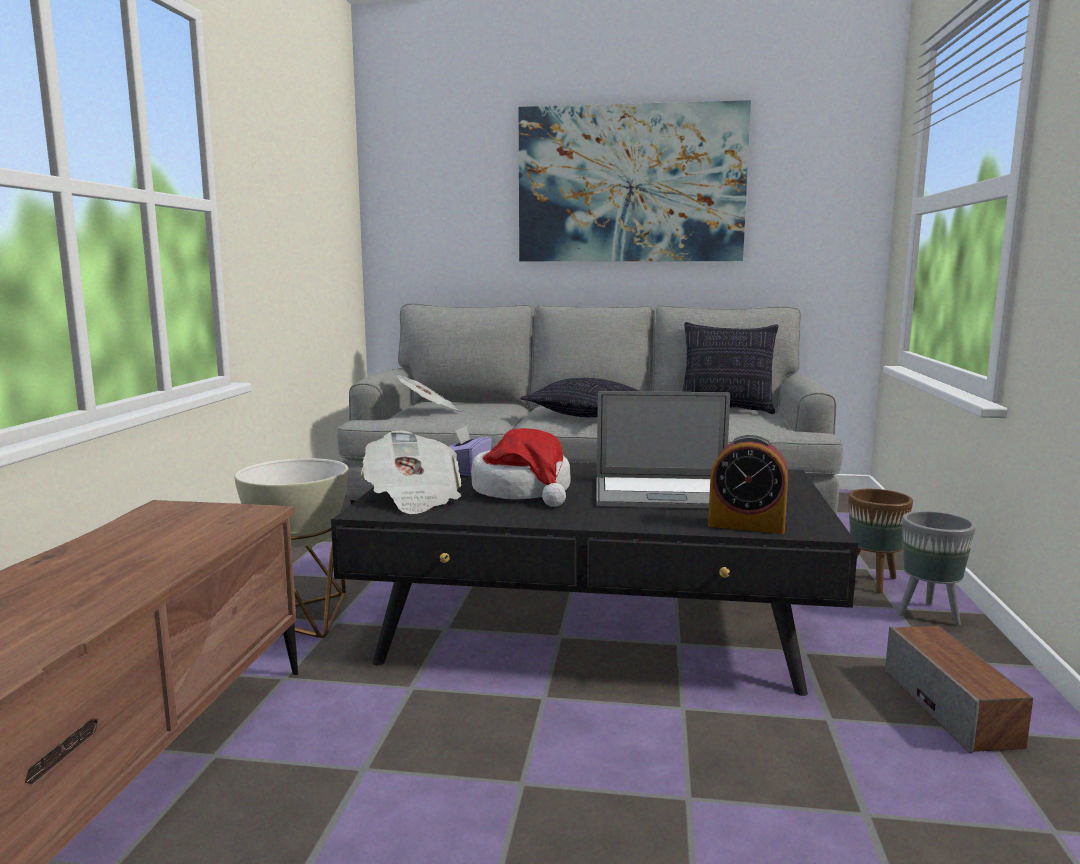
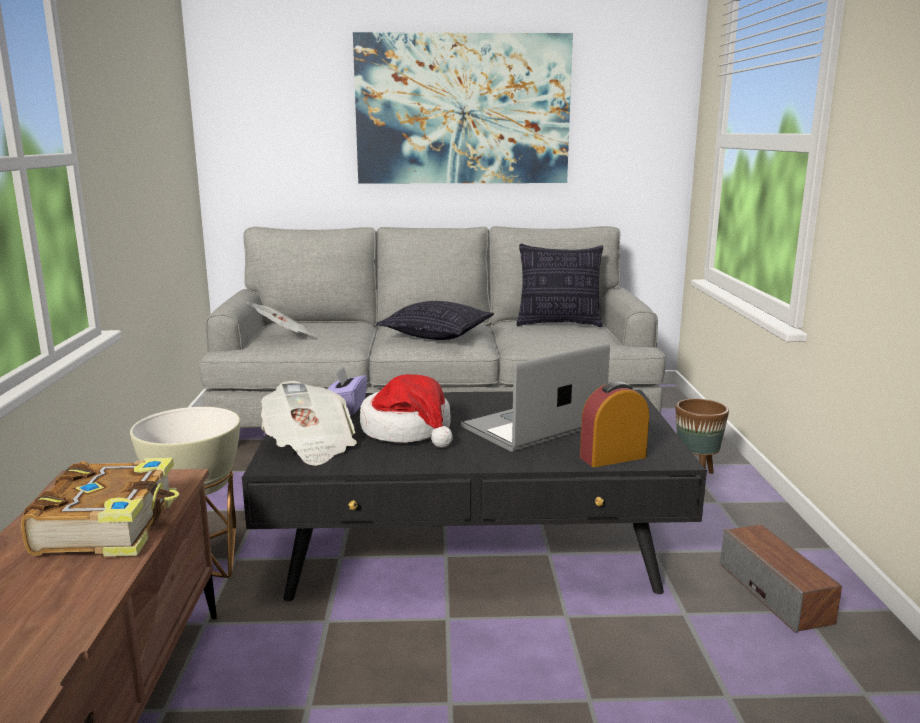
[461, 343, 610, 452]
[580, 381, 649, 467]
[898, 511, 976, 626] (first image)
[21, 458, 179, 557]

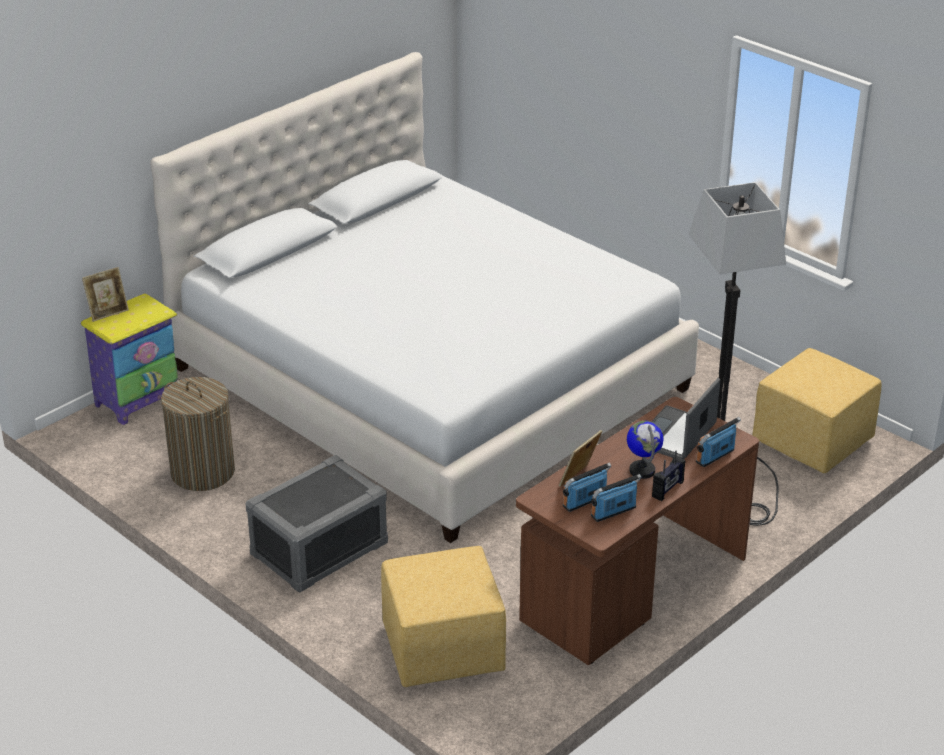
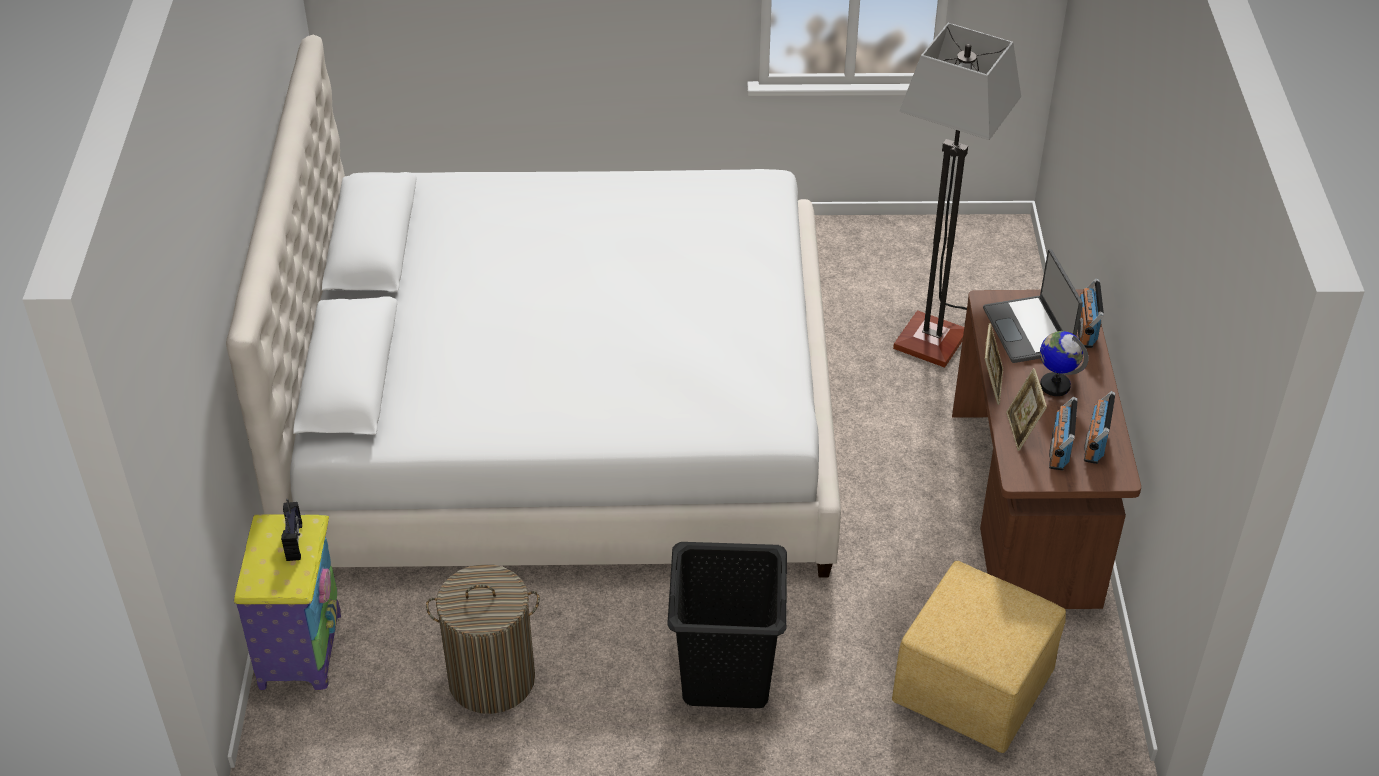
[984, 323, 1004, 405]
[752, 348, 881, 473] (first image)
[281, 499, 302, 561]
[667, 542, 787, 708]

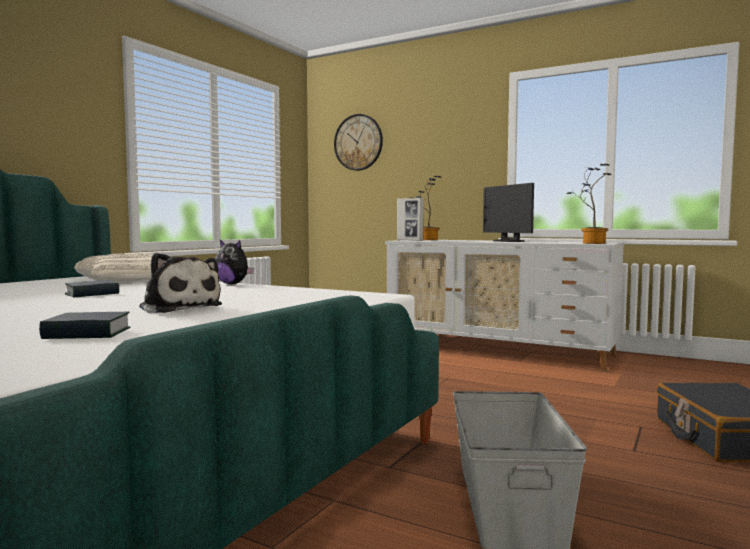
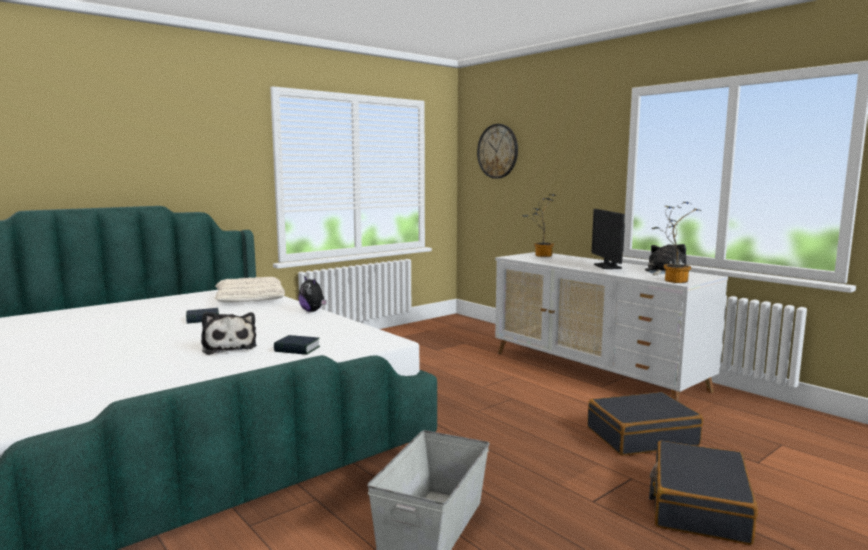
[397, 198, 424, 241] (first image)
[274, 335, 320, 355]
[645, 244, 686, 276]
[587, 392, 703, 456]

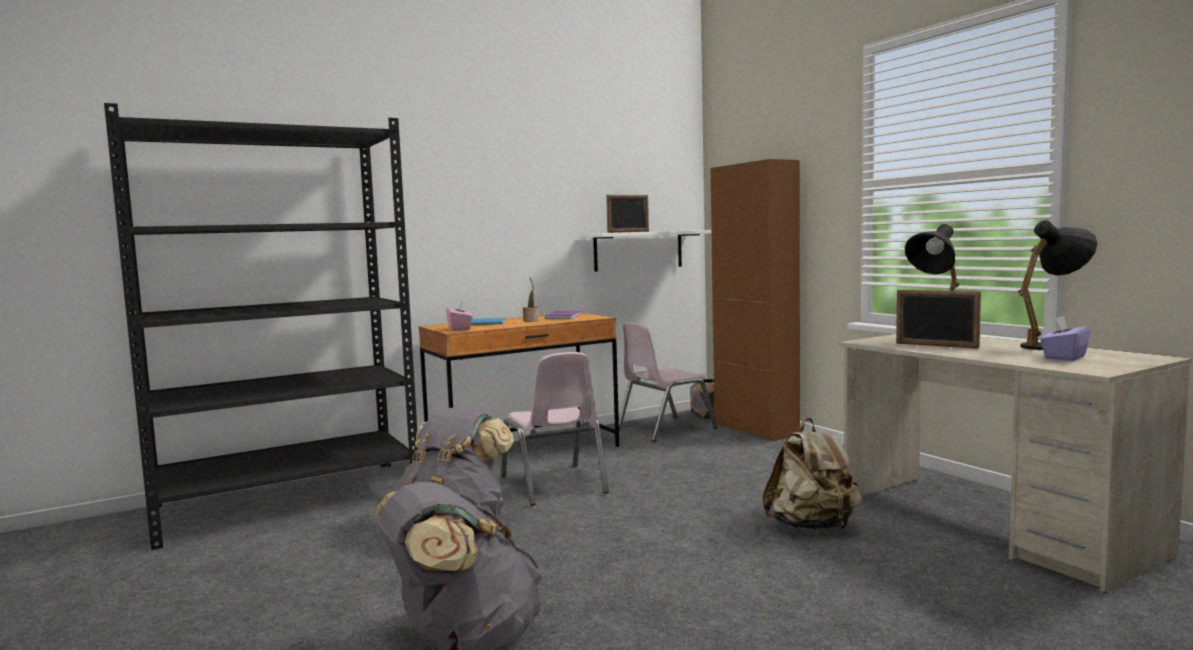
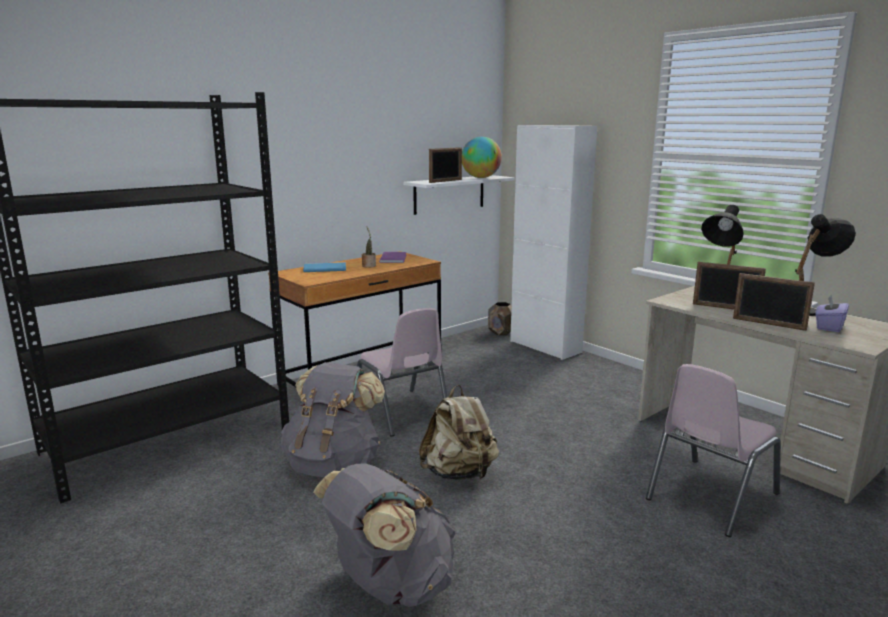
[510, 125, 597, 360]
[446, 301, 473, 331] (first image)
[646, 364, 781, 537]
[419, 385, 499, 480]
[462, 137, 502, 178]
[733, 273, 815, 331]

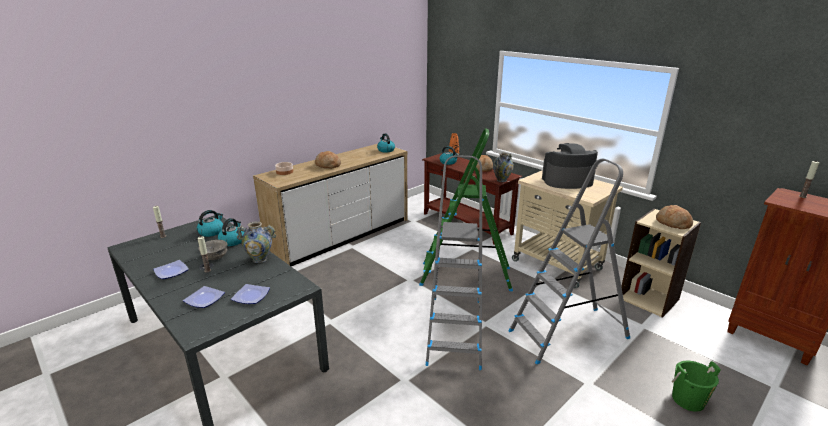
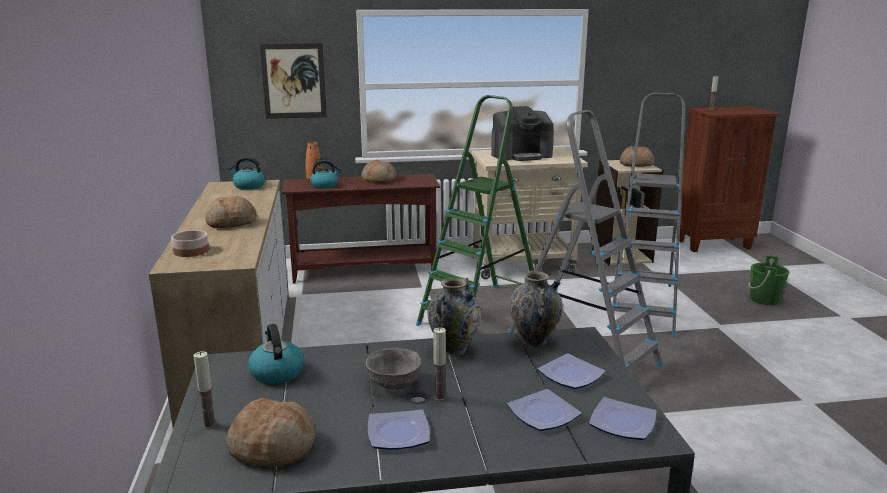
[491, 106, 554, 161]
[510, 270, 563, 347]
[218, 218, 245, 246] (first image)
[259, 43, 327, 119]
[589, 397, 657, 440]
[226, 398, 316, 466]

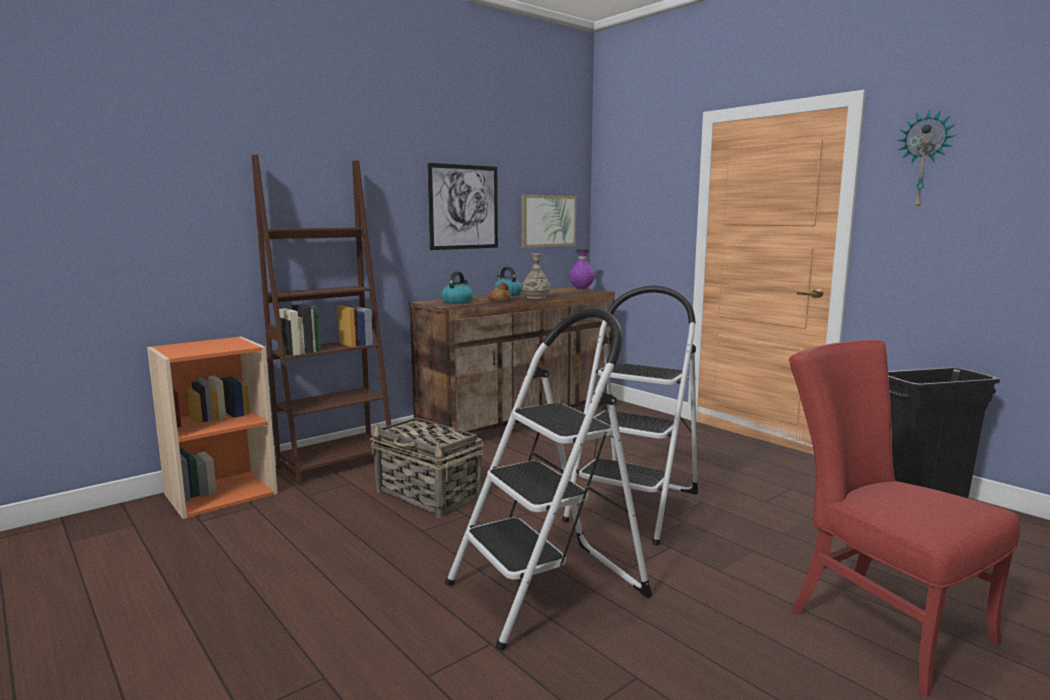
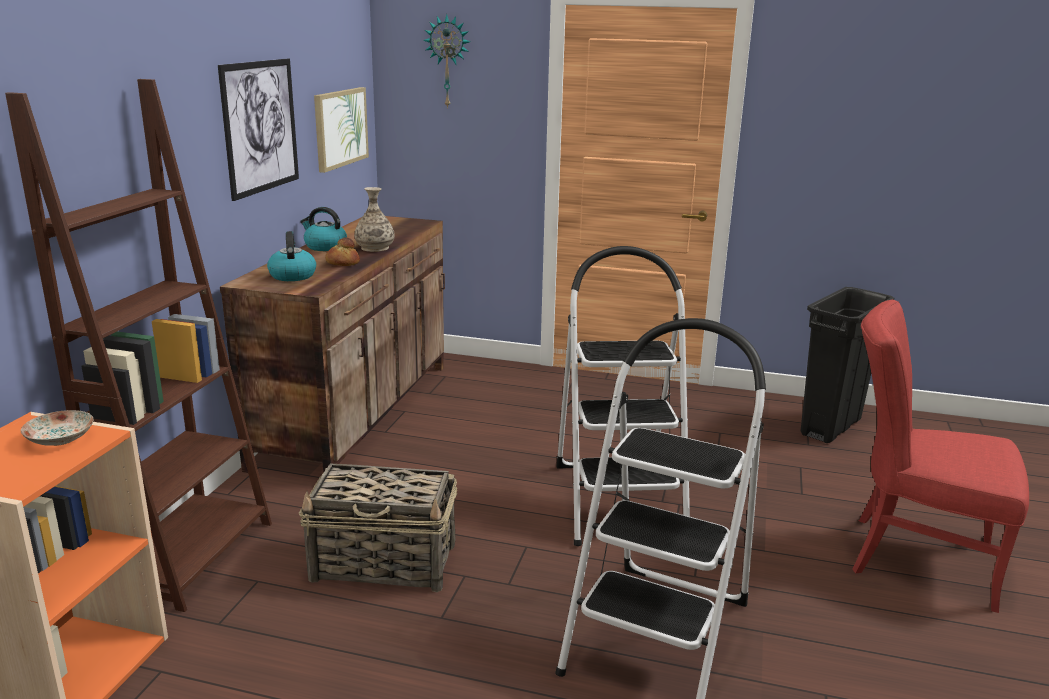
[423, 14, 470, 109]
[569, 249, 595, 289] (first image)
[21, 410, 94, 446]

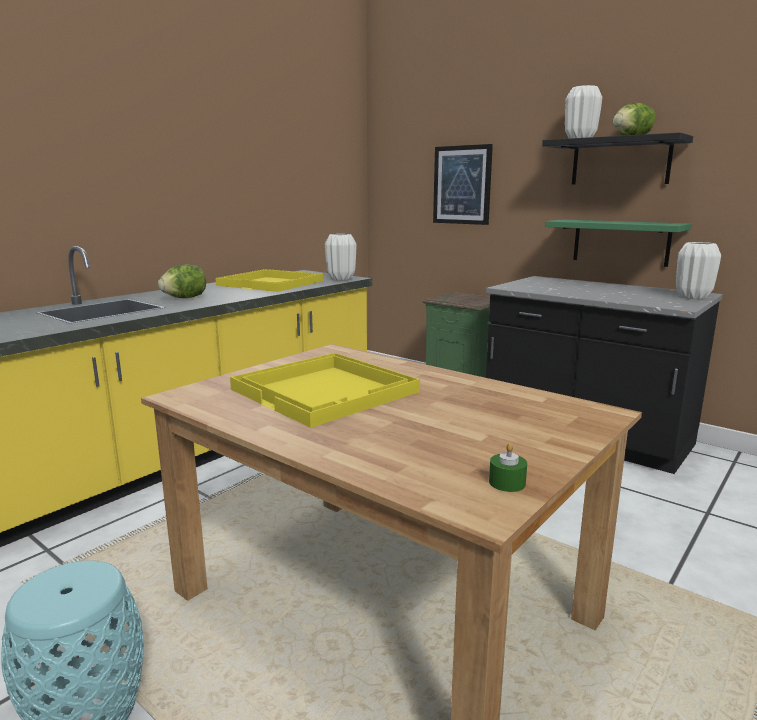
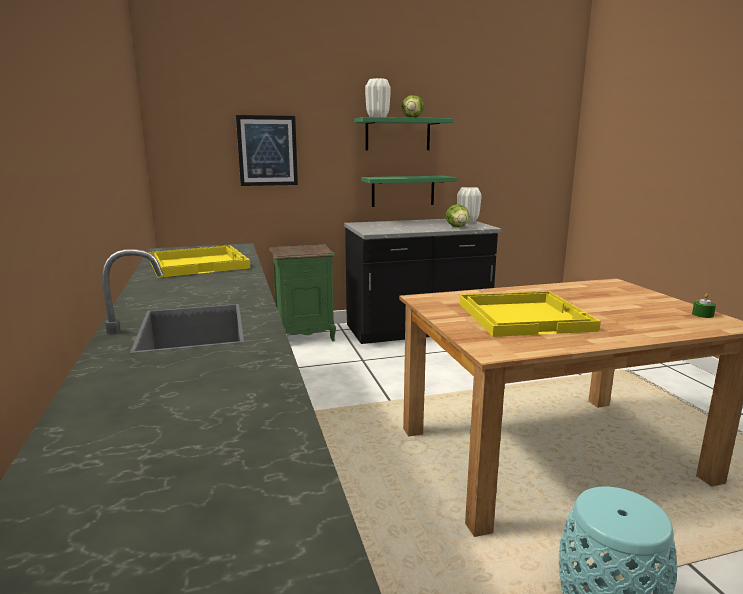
[354, 117, 454, 151]
[325, 234, 356, 281] (first image)
[446, 204, 469, 227]

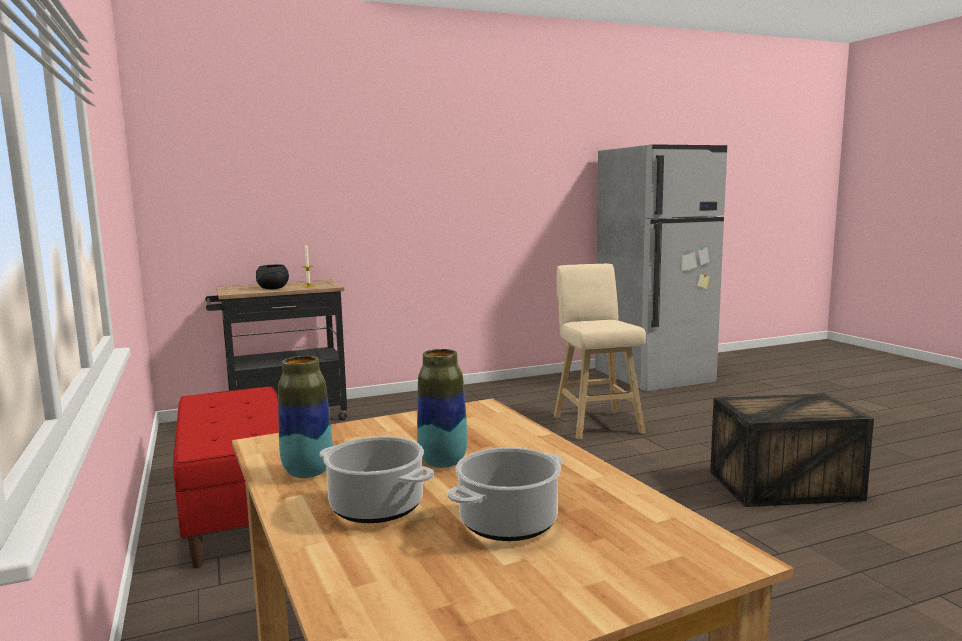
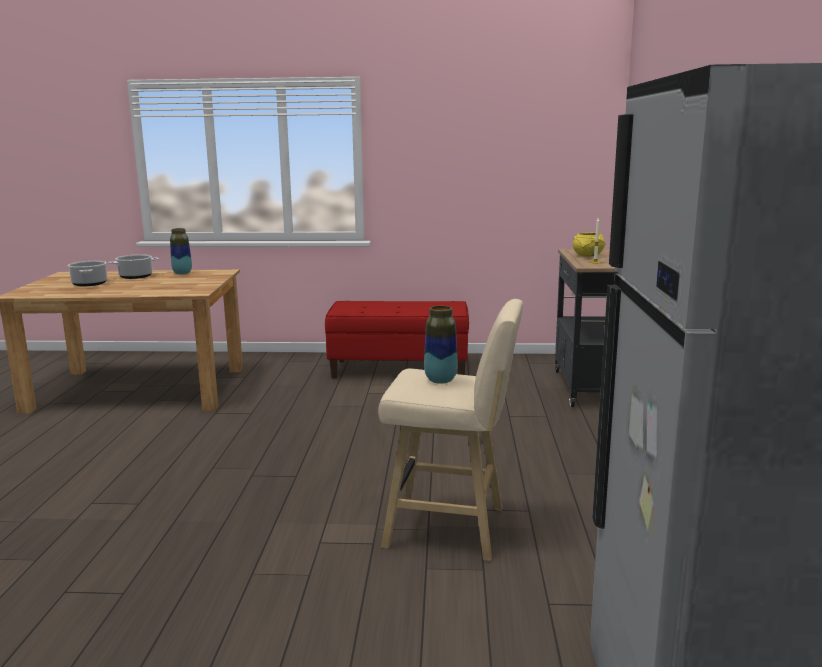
[573, 233, 606, 257]
[424, 306, 457, 384]
[710, 393, 874, 507] (first image)

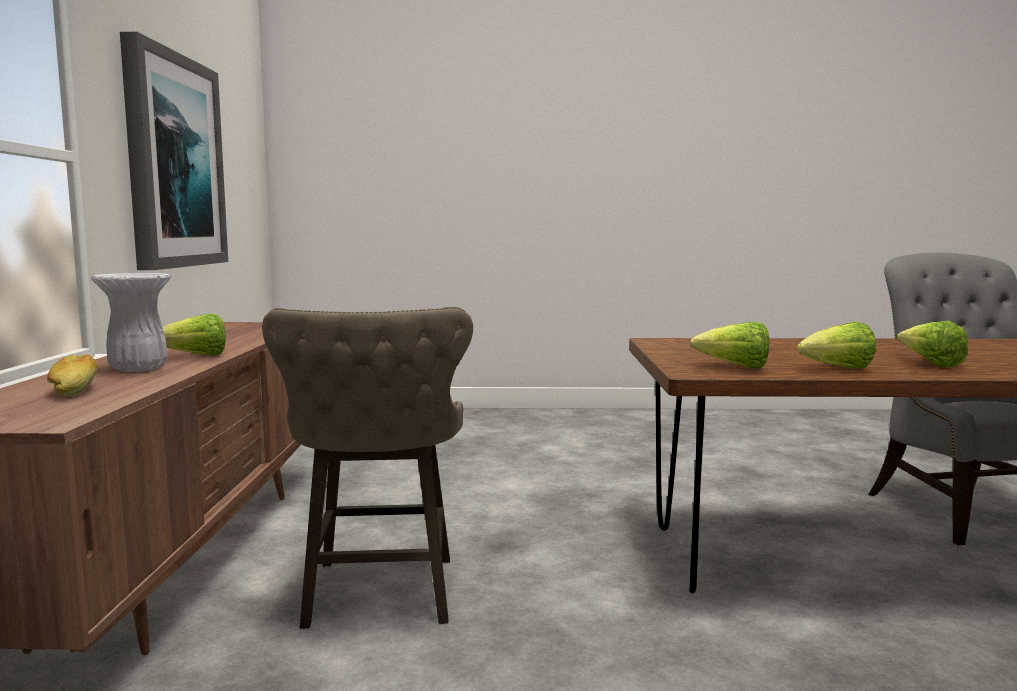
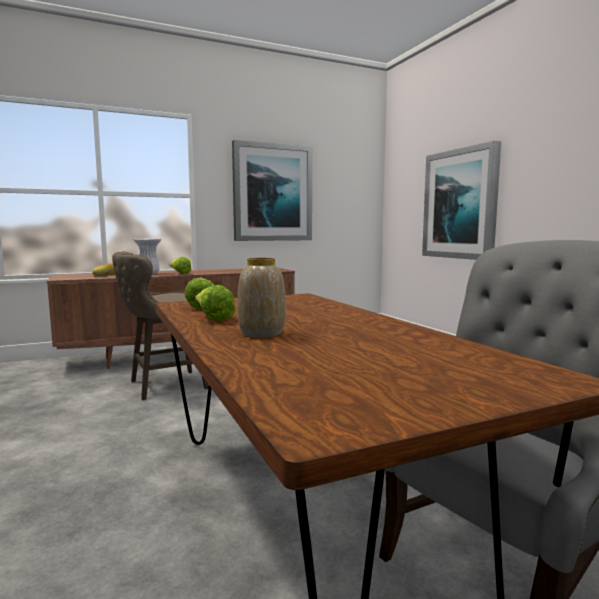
[237, 258, 286, 338]
[422, 141, 501, 260]

